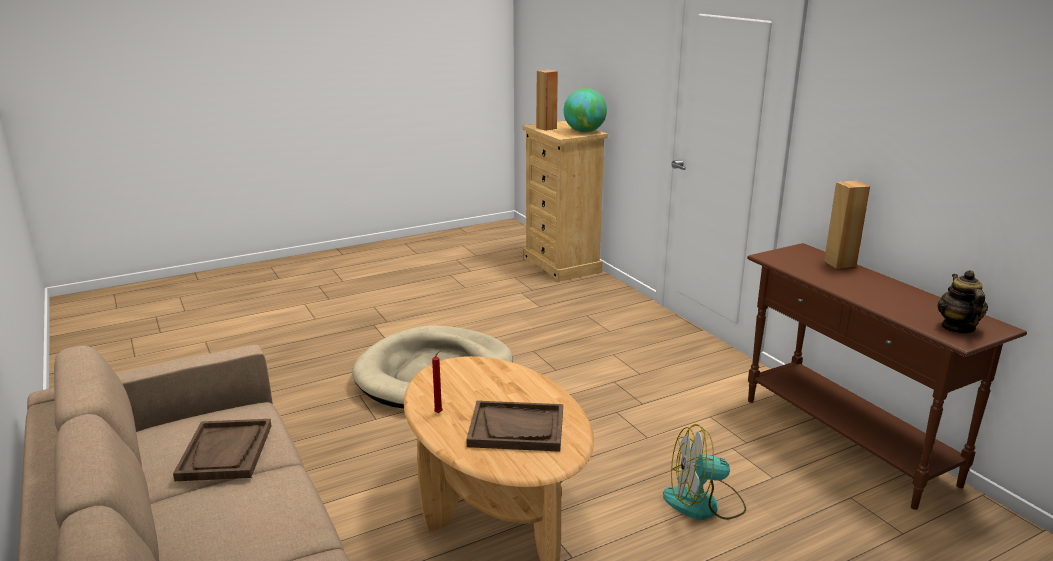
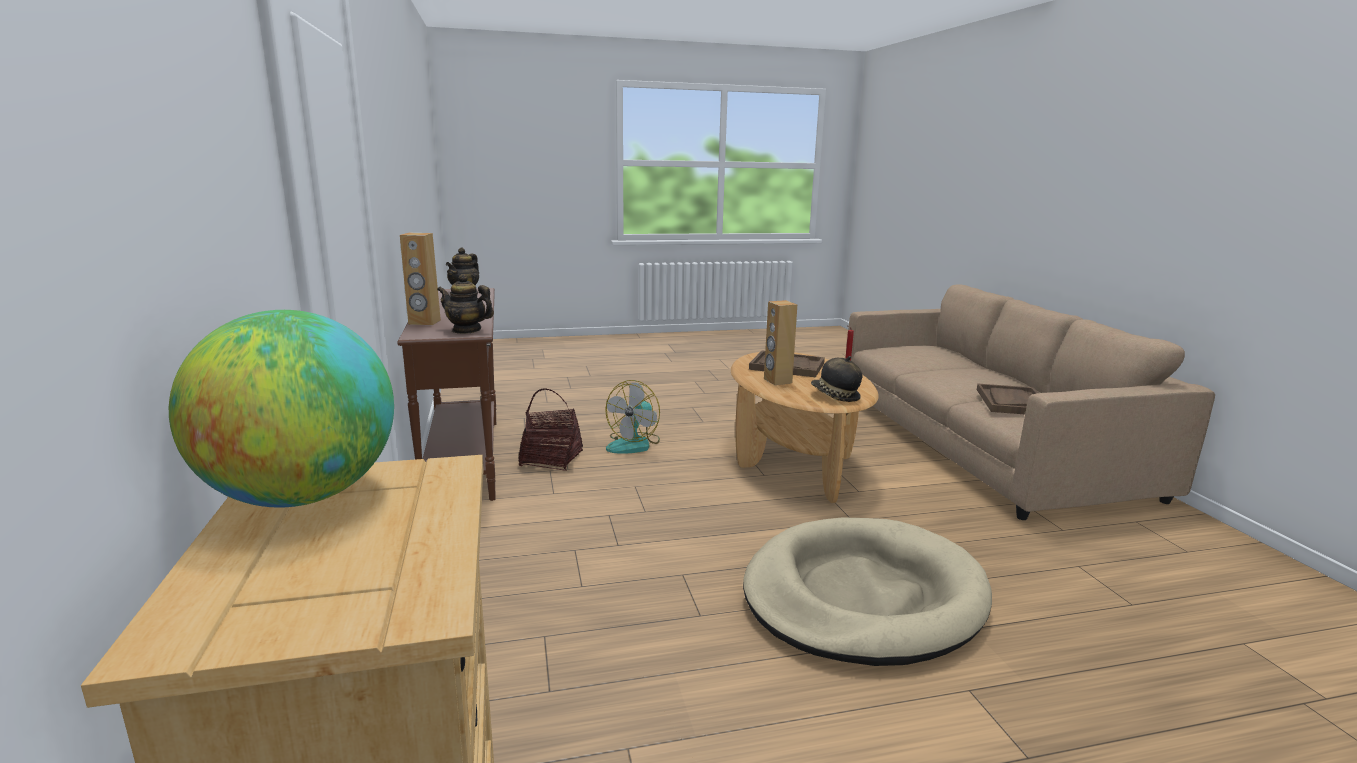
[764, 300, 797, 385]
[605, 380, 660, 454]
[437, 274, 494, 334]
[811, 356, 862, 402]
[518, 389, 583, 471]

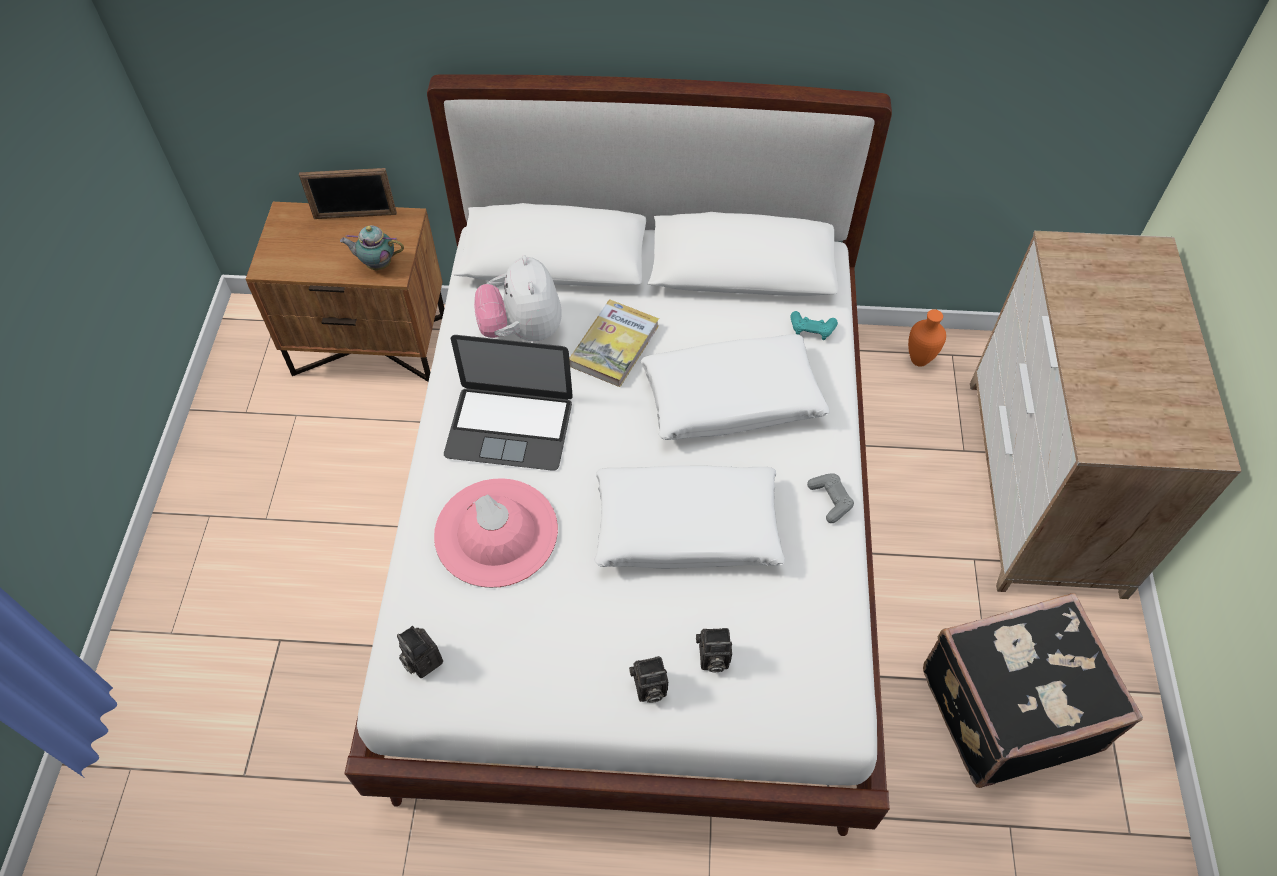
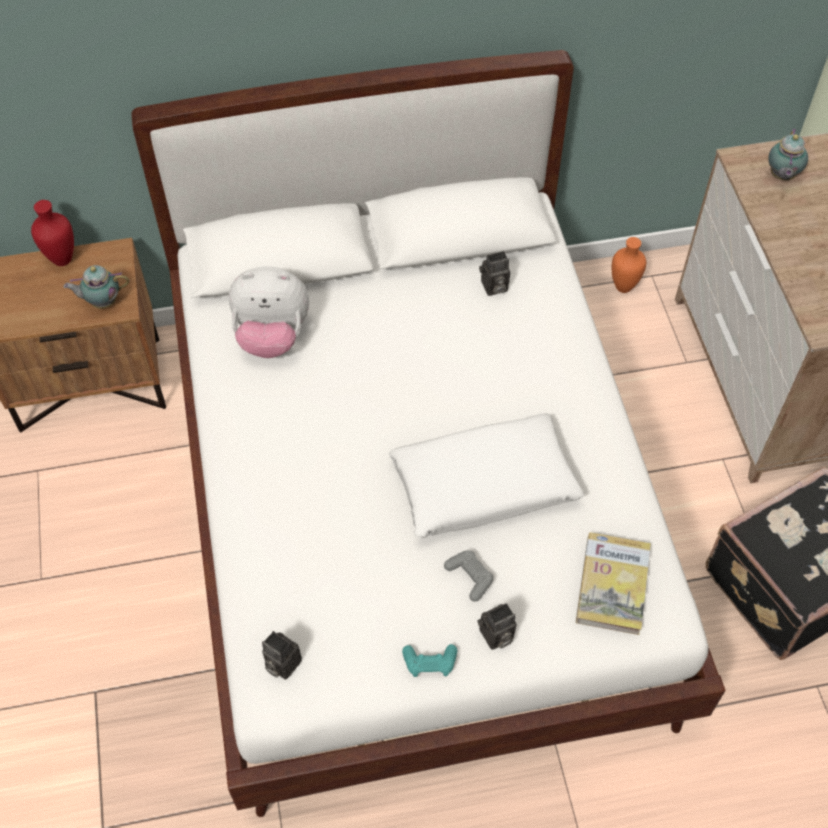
[31, 200, 74, 266]
[229, 266, 309, 358]
[576, 532, 651, 635]
[402, 644, 457, 677]
[641, 334, 830, 440] (first image)
[444, 335, 573, 471] (first image)
[444, 550, 493, 602]
[434, 478, 558, 588] (first image)
[479, 251, 510, 296]
[768, 128, 808, 180]

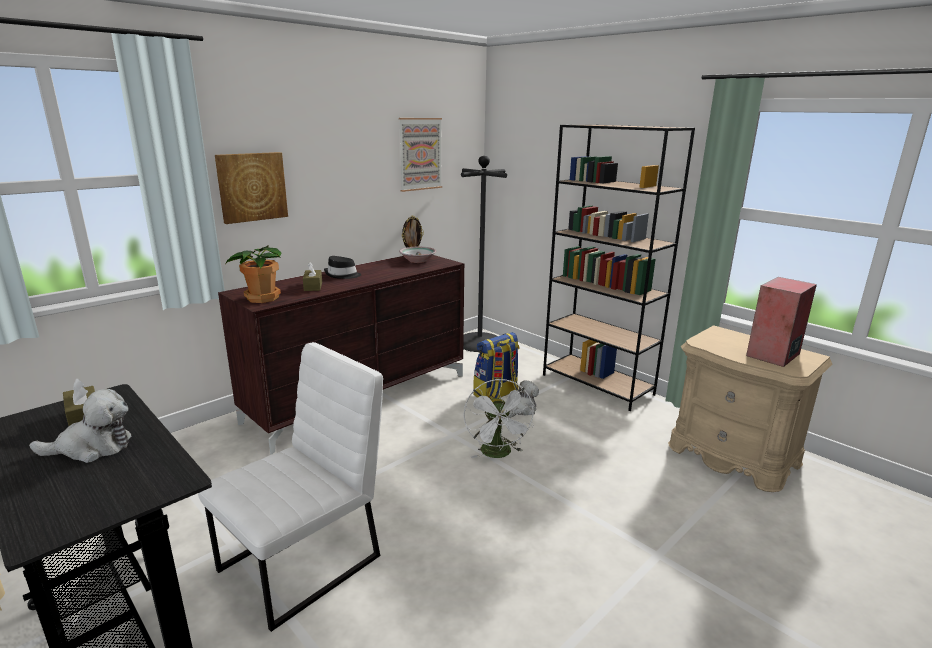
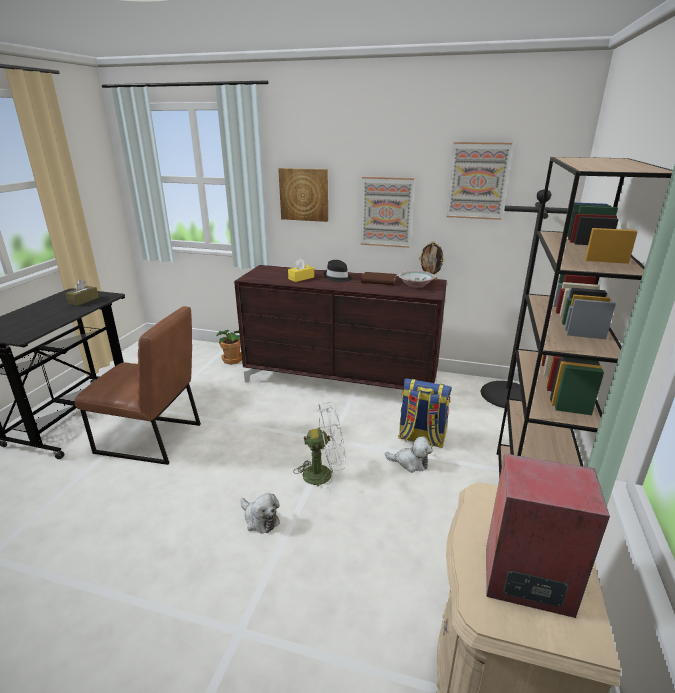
[216, 330, 242, 365]
[288, 258, 314, 282]
[74, 306, 201, 465]
[293, 402, 346, 493]
[240, 493, 280, 534]
[361, 177, 414, 248]
[361, 272, 397, 285]

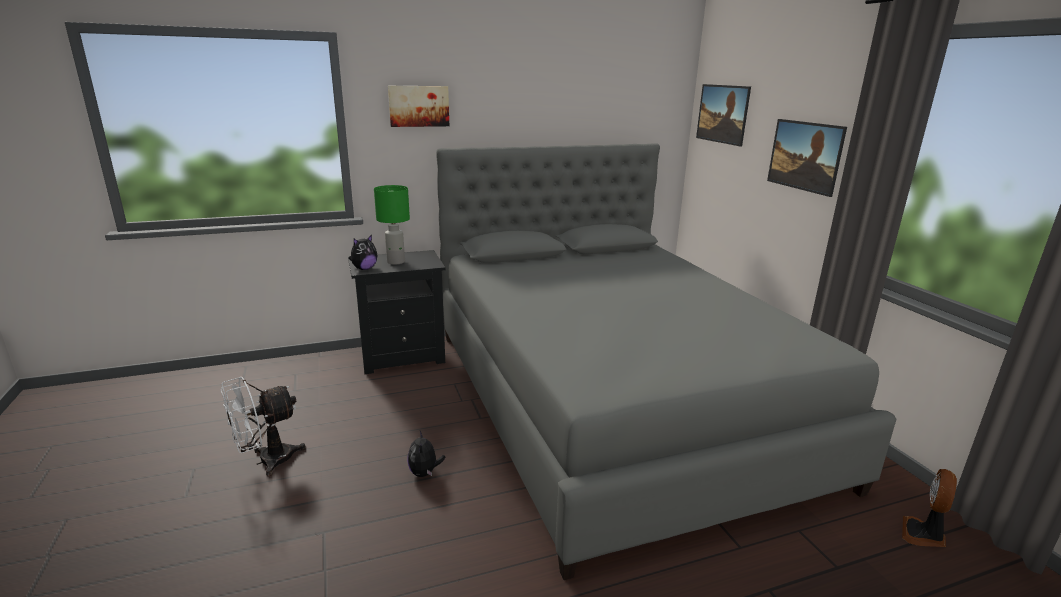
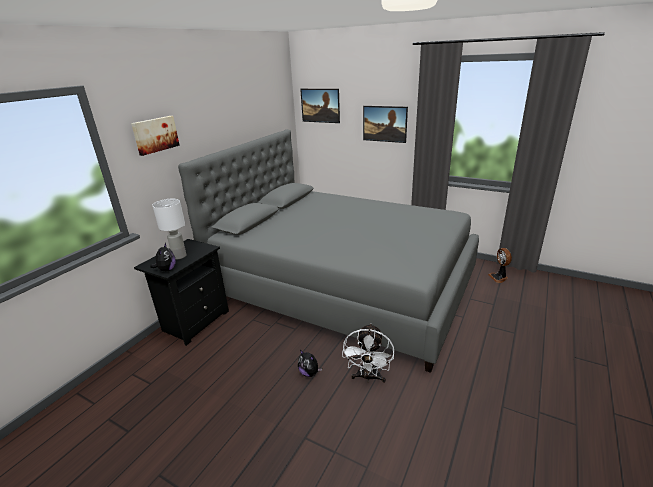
[152, 199, 186, 259]
[342, 323, 394, 383]

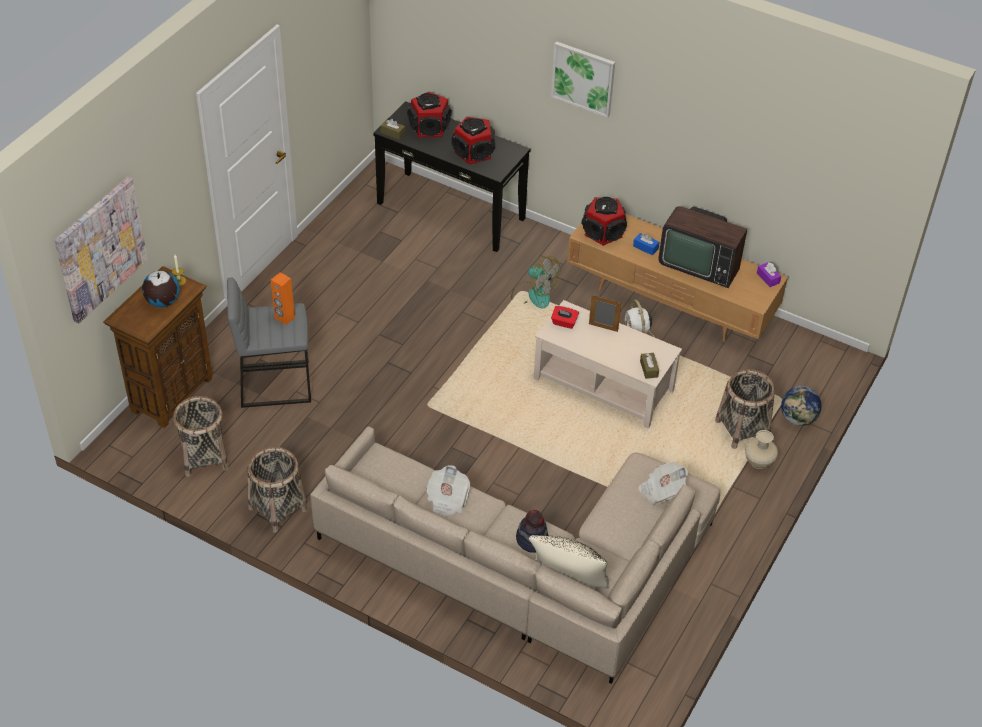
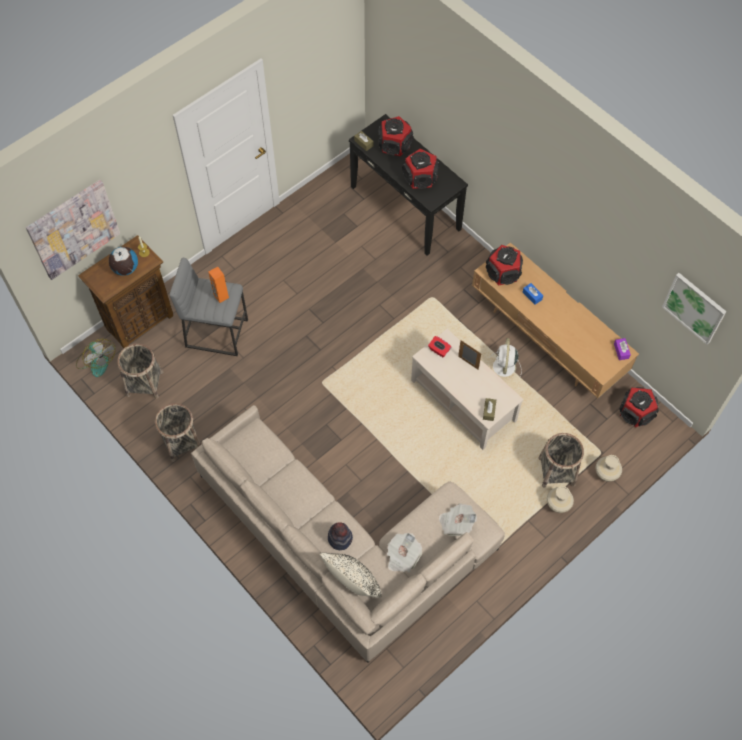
[662, 273, 727, 345]
[658, 206, 747, 288] (first image)
[76, 339, 115, 377]
[595, 455, 622, 482]
[387, 533, 423, 573]
[619, 387, 659, 427]

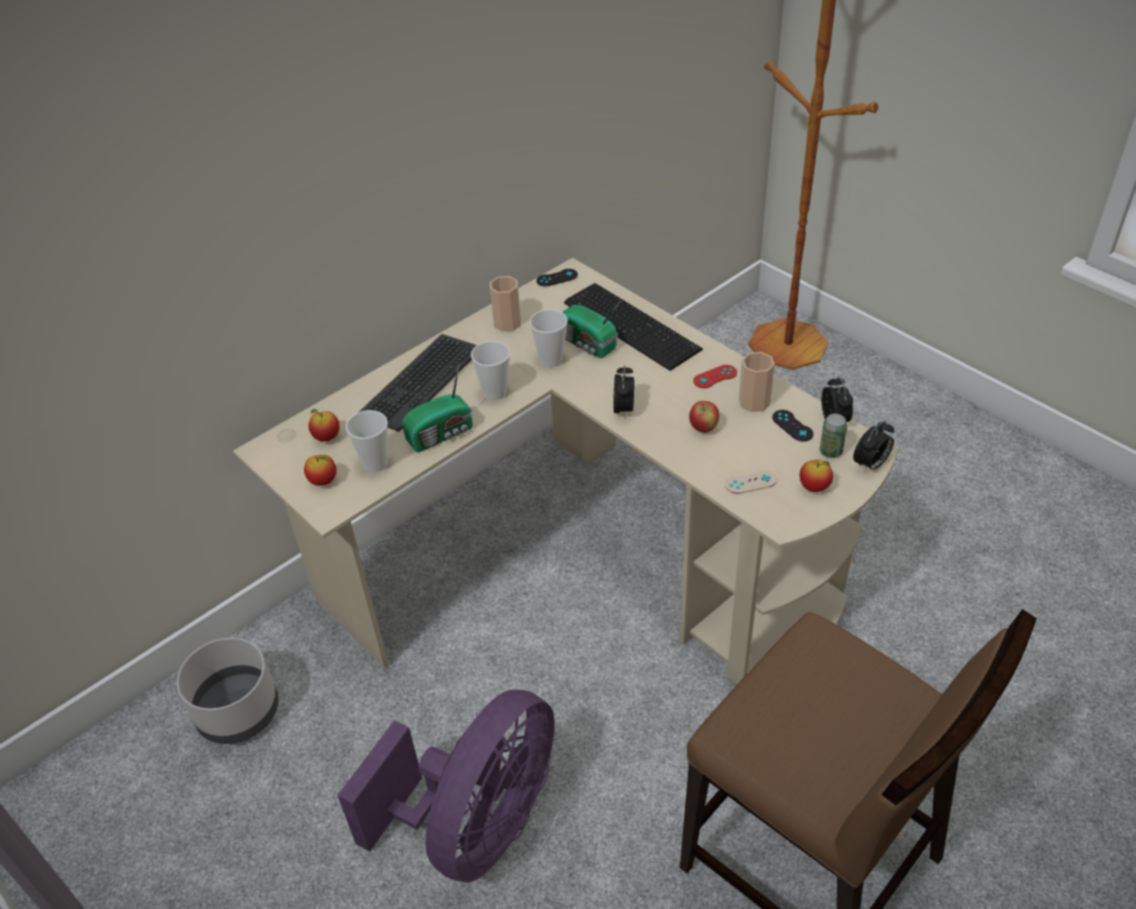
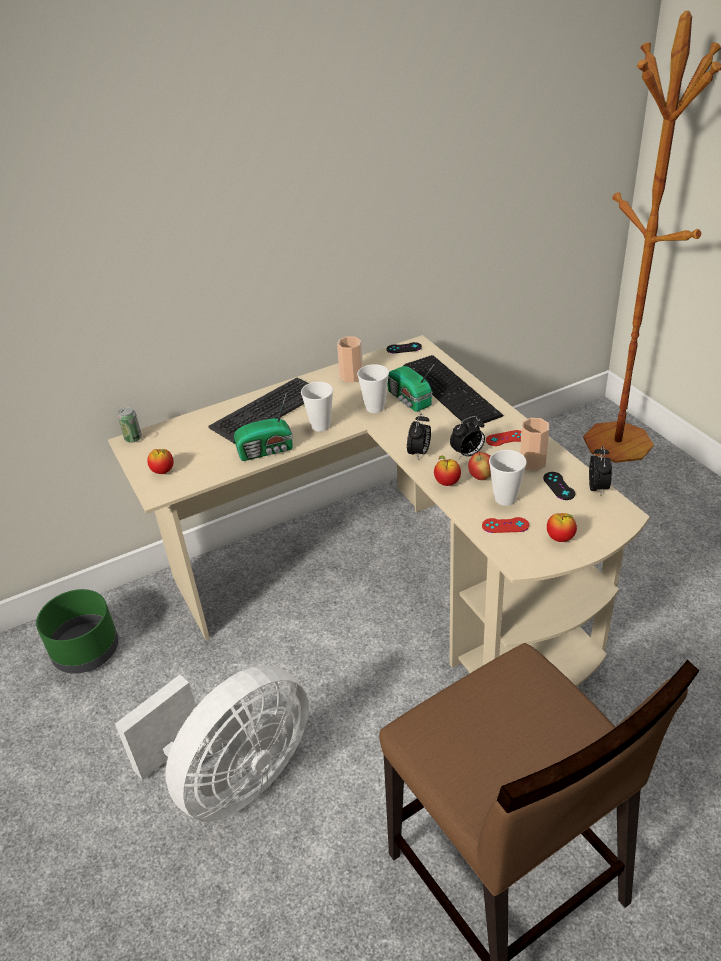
[434, 456, 461, 486]
[489, 450, 527, 506]
[118, 407, 142, 443]
[450, 416, 485, 459]
[482, 517, 529, 533]
[36, 589, 118, 674]
[115, 665, 309, 821]

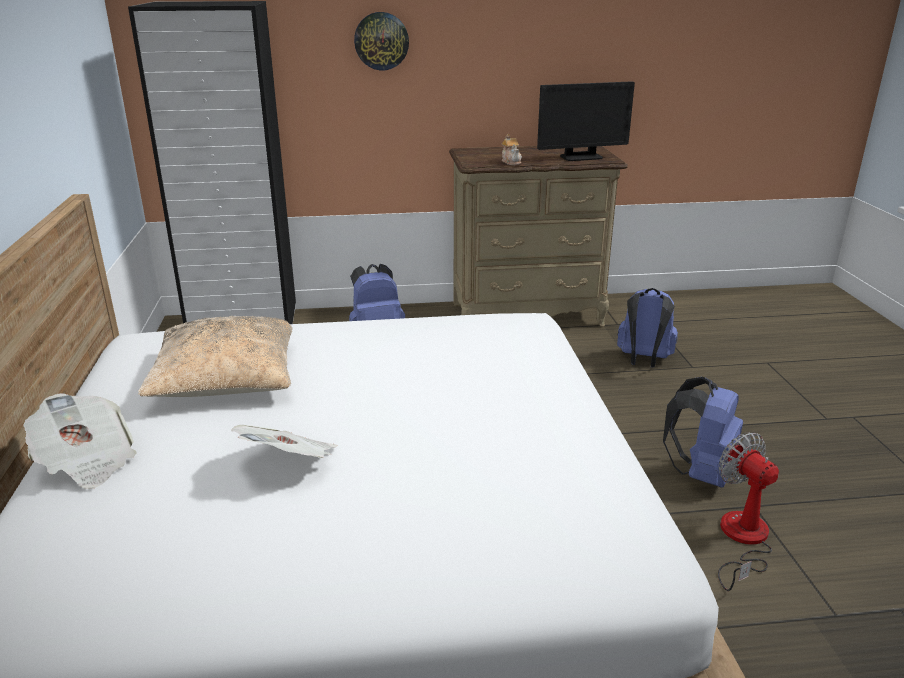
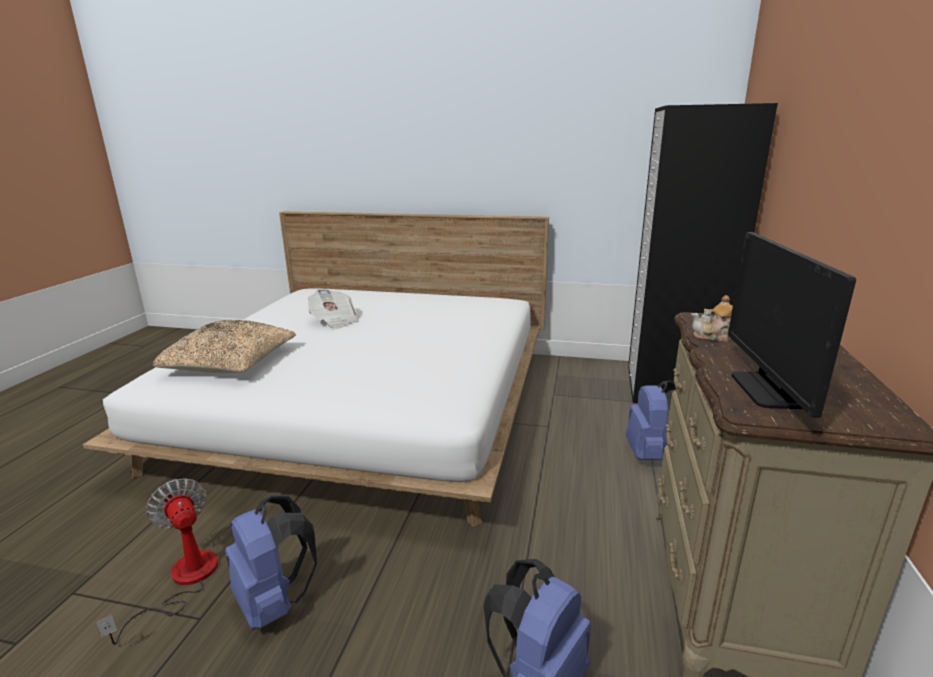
[354, 12, 409, 70] (first image)
[153, 320, 296, 373]
[23, 393, 137, 489] (first image)
[96, 478, 218, 645]

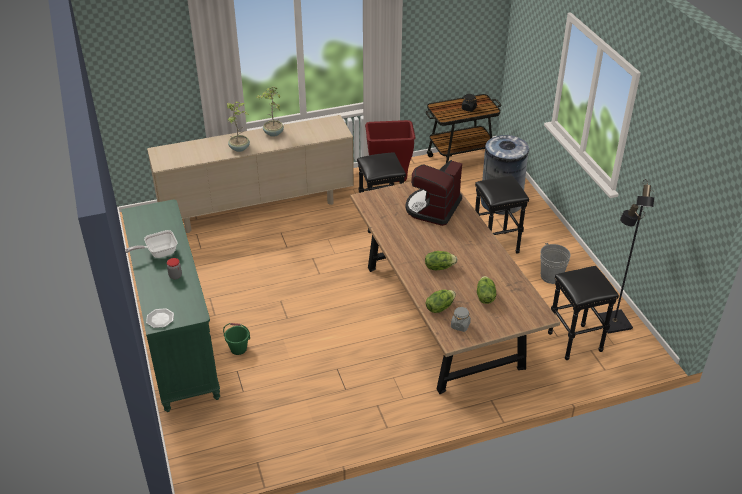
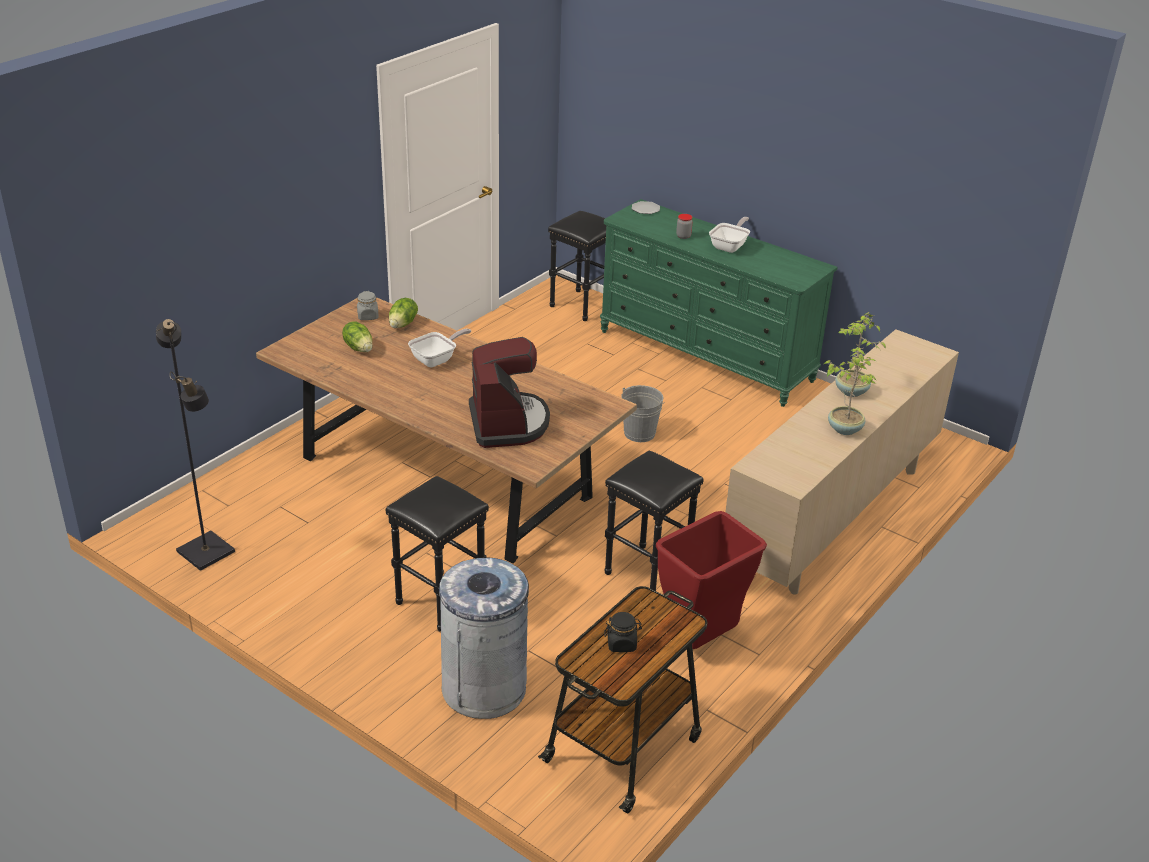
[621, 385, 665, 442]
[408, 329, 471, 367]
[548, 211, 606, 321]
[223, 323, 250, 355] (first image)

